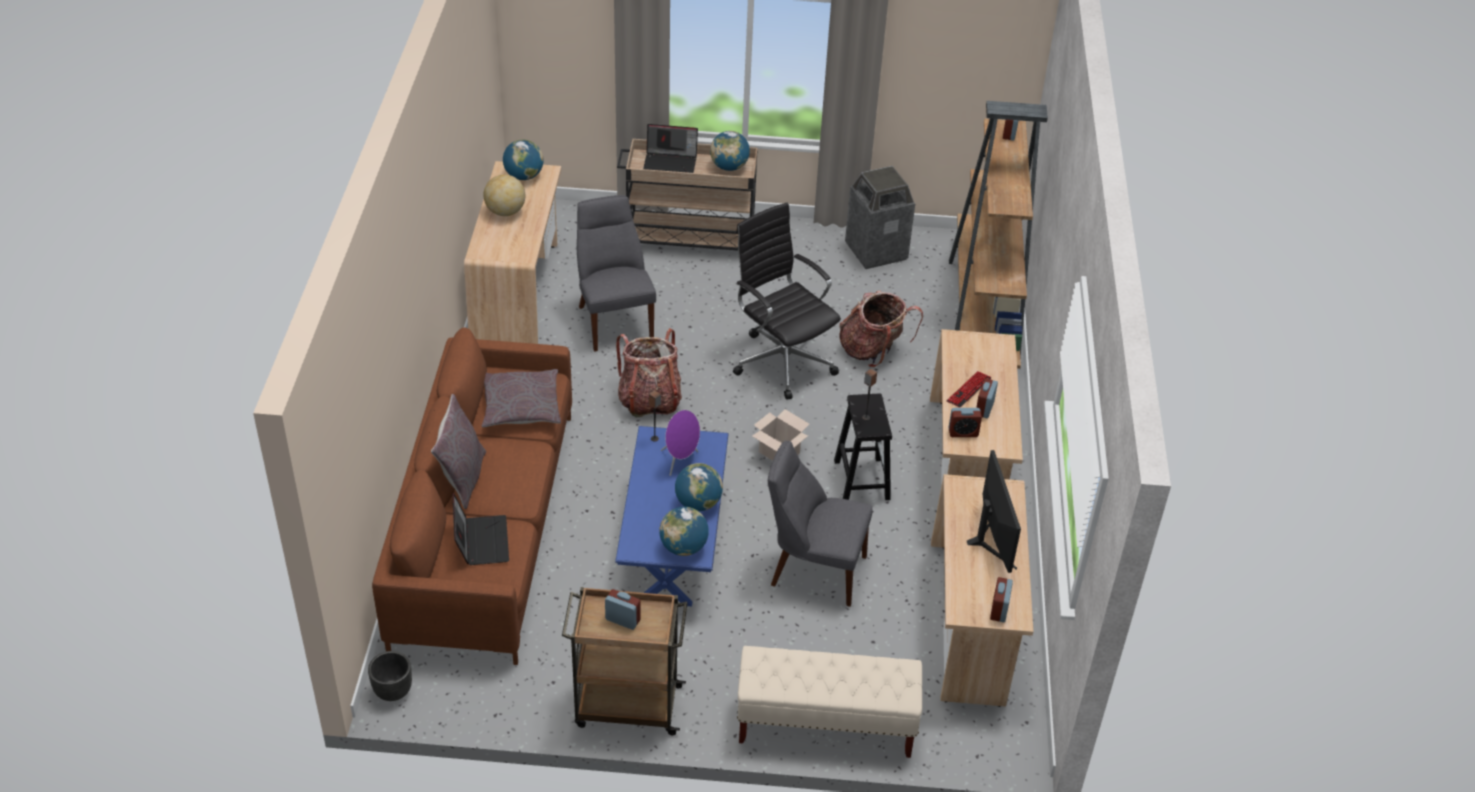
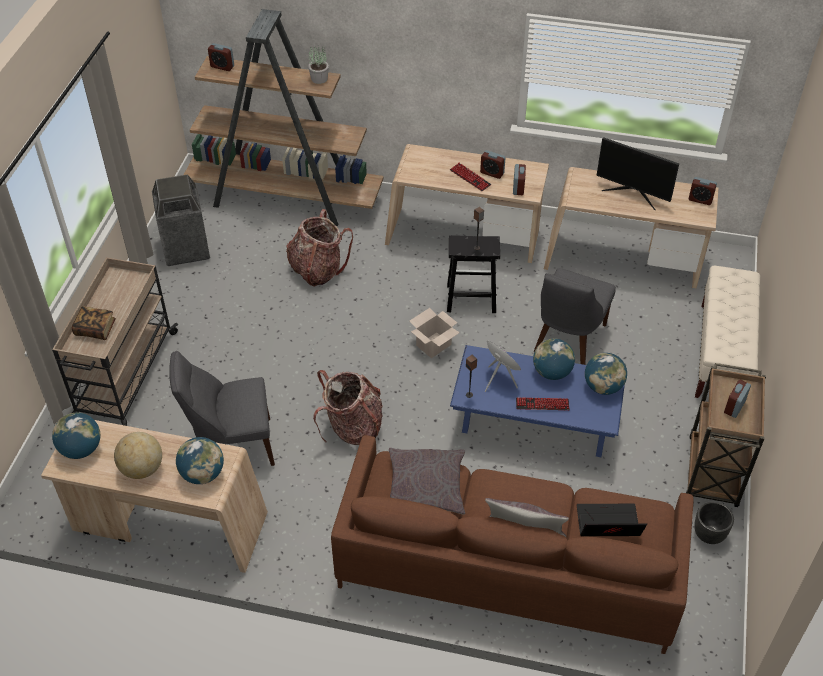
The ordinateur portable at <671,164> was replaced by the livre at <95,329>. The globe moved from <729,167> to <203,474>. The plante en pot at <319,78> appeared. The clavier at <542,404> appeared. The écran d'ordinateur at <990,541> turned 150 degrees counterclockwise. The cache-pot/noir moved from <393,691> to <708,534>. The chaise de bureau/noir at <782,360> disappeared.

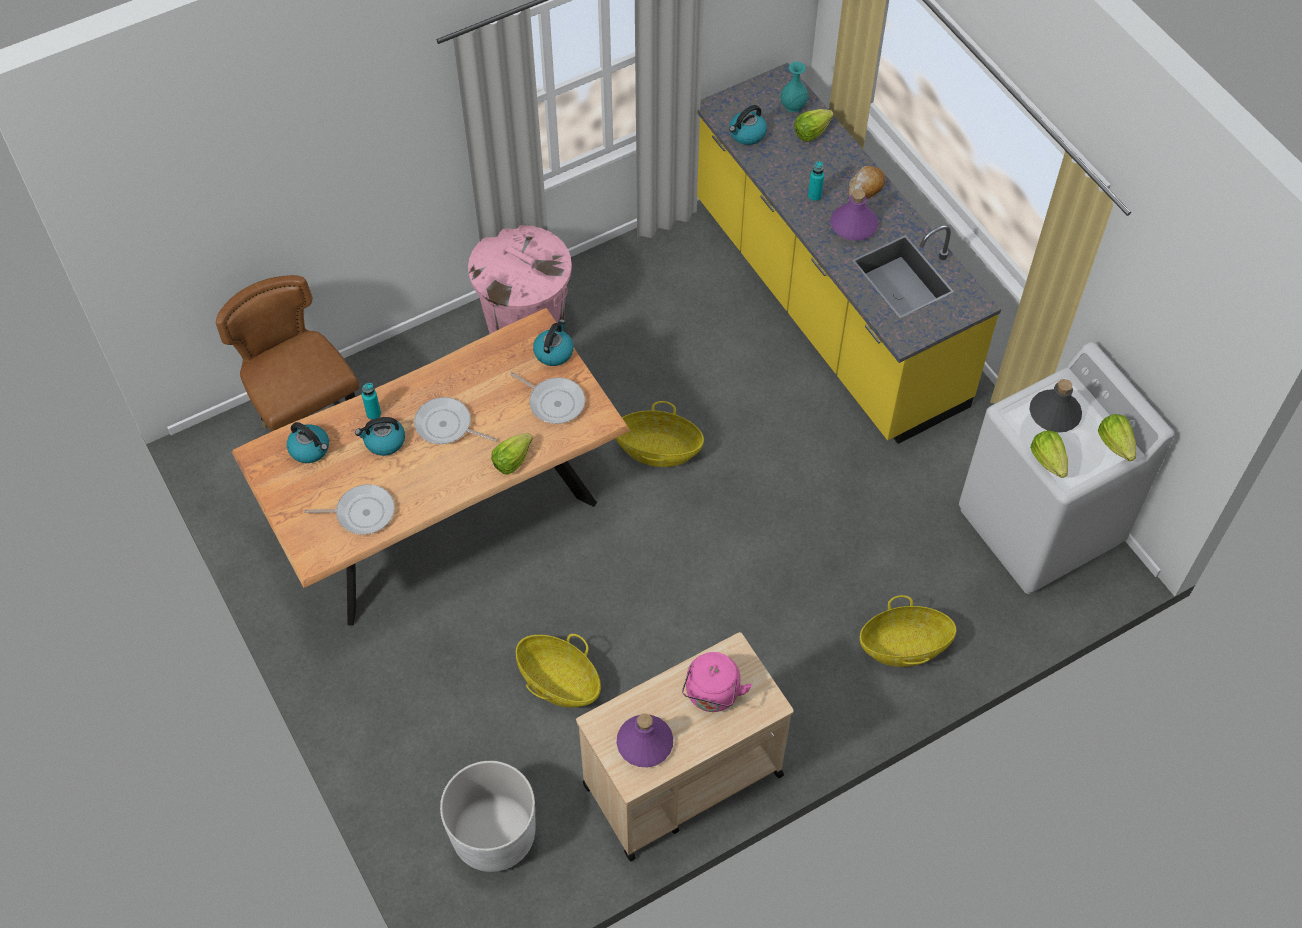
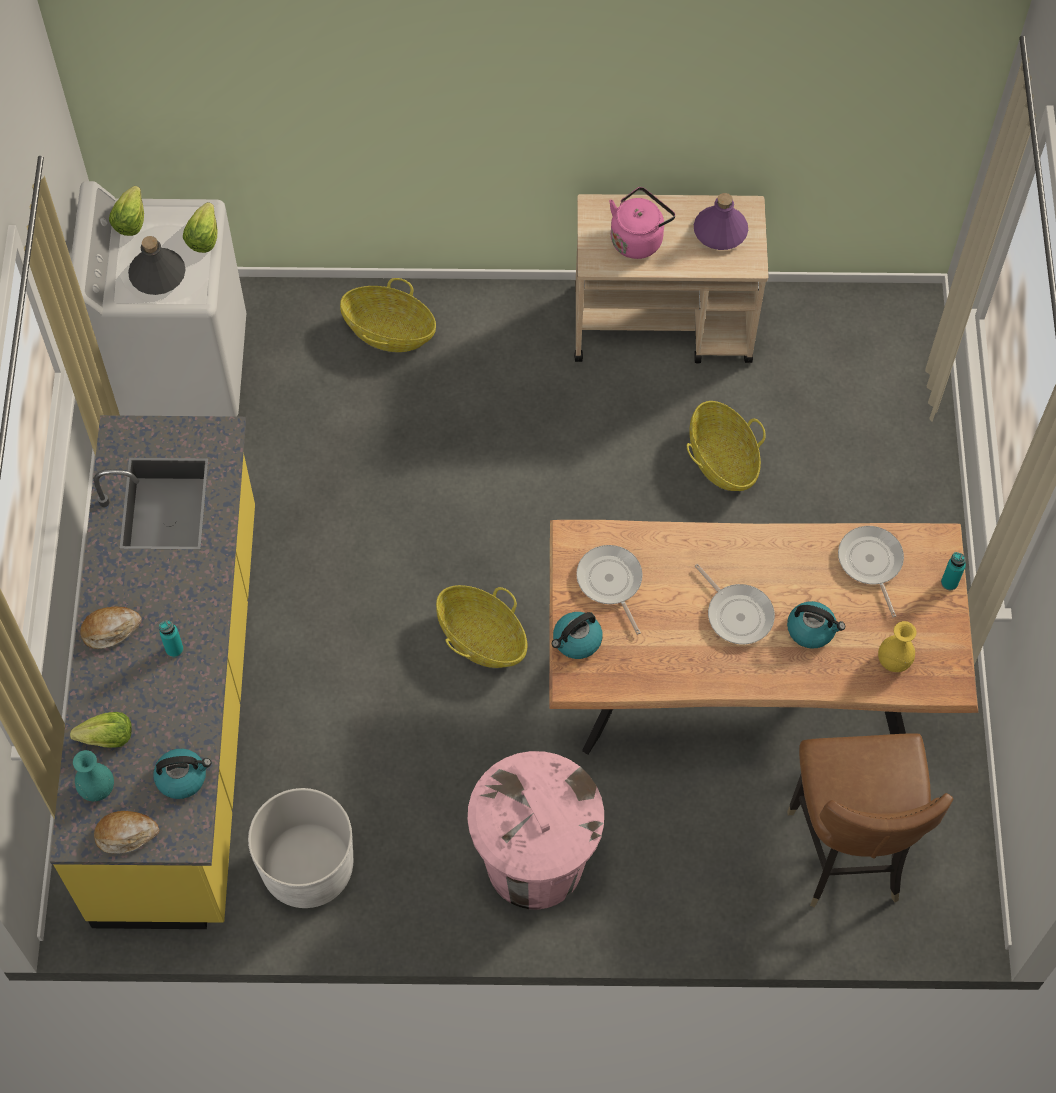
The pain at <126,834> appeared. The cache-pot/blanc moved from <494,834> to <308,867>. The poêle at <362,512> turned 45 degrees clockwise. The bouilloire at <310,449> was replaced by the vase/jaune at <893,661>. The bouteille/turquoise moved from <373,414> to <949,582>. The laitue at <512,460> disappeared. The bouteille/violet at <854,225> disappeared.

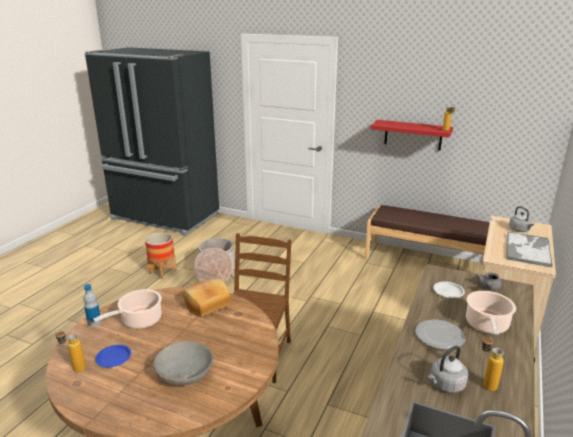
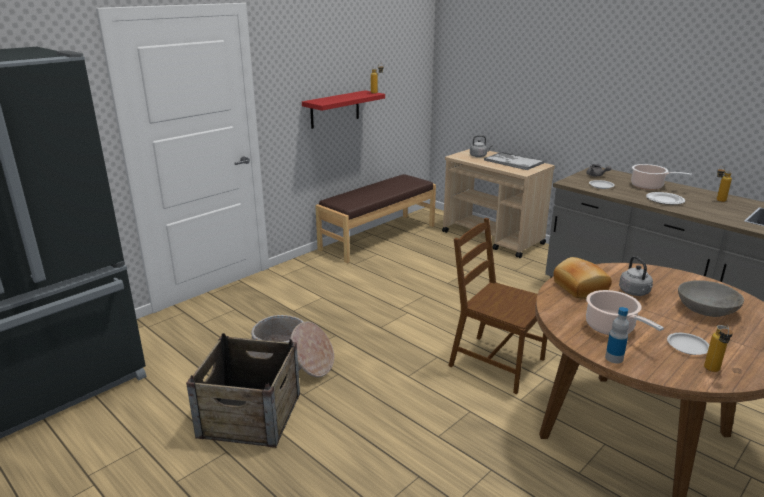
The cache-pot at <163,272> was replaced by the caisse at <250,414>. The bouilloire/gris moved from <445,385> to <635,292>. The assiette/bleu at <114,358> became the assiette/blanc at <687,346>.

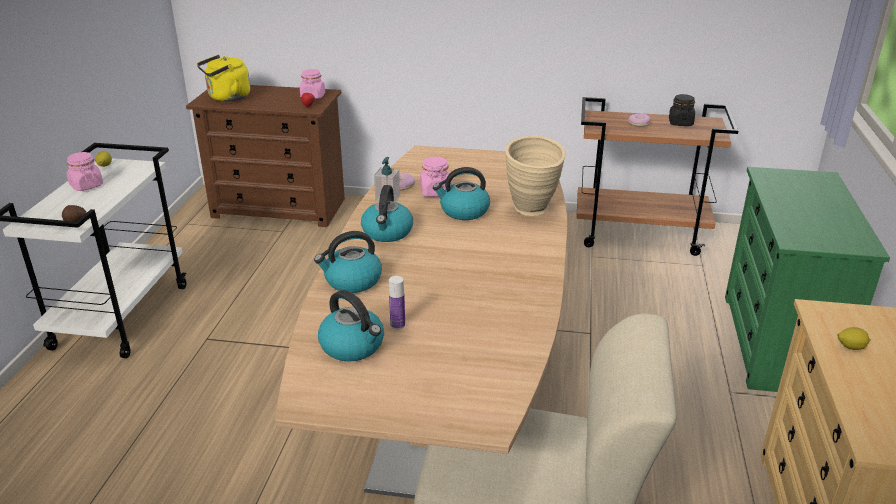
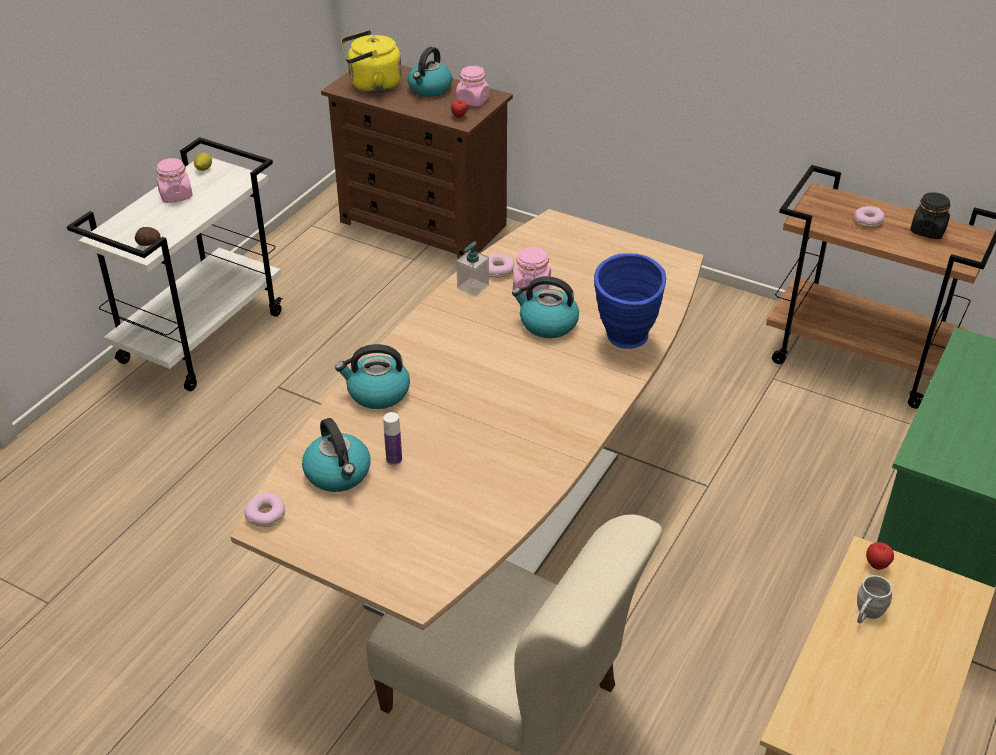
The beignet at <266,515> appeared. The bouilloire moved from <387,233> to <430,89>. The vase/beige at <532,212> became the vase/bleu at <625,342>. The citron at <850,347> was replaced by the mug/gris at <867,614>. The pomme at <877,565> appeared.

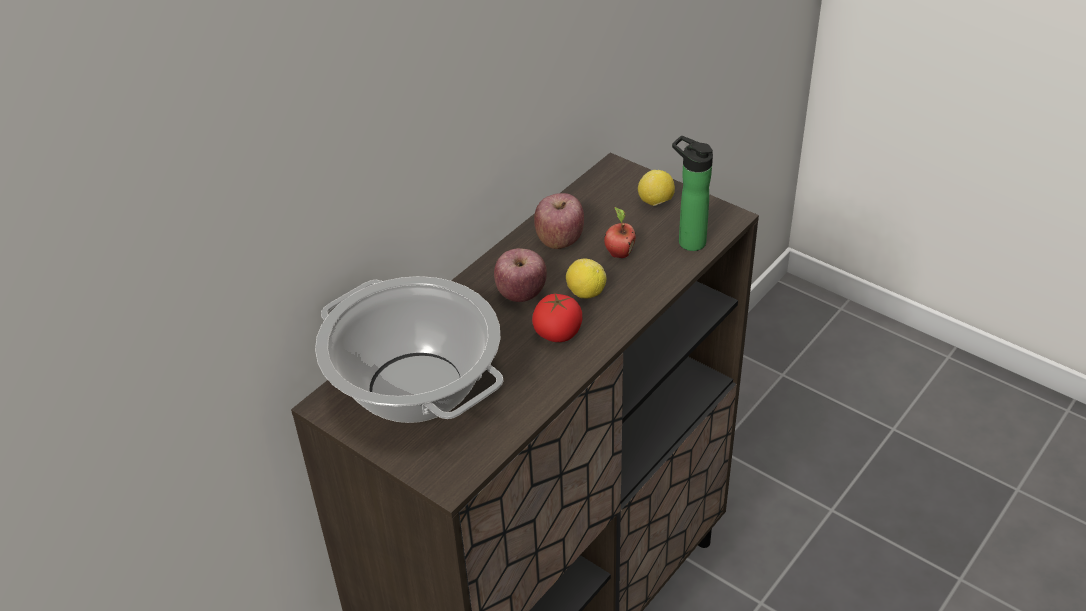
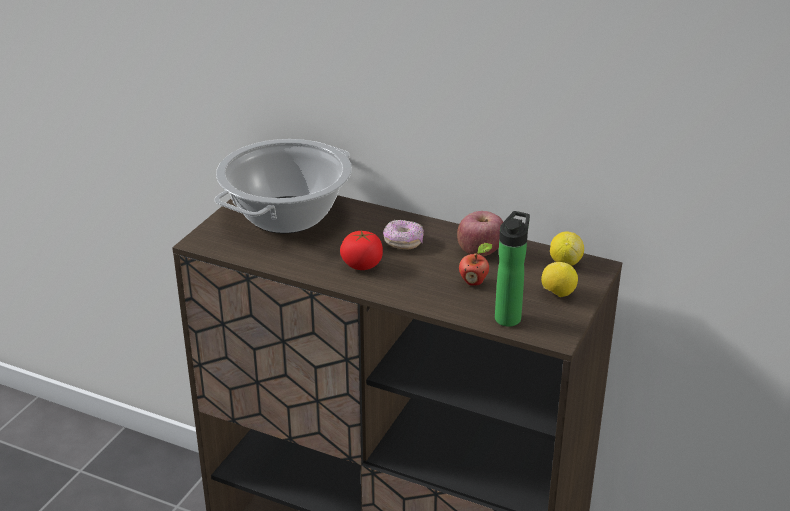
The pomme at <521,294> was replaced by the beignet at <403,243>. The citron moved from <585,293> to <565,262>.

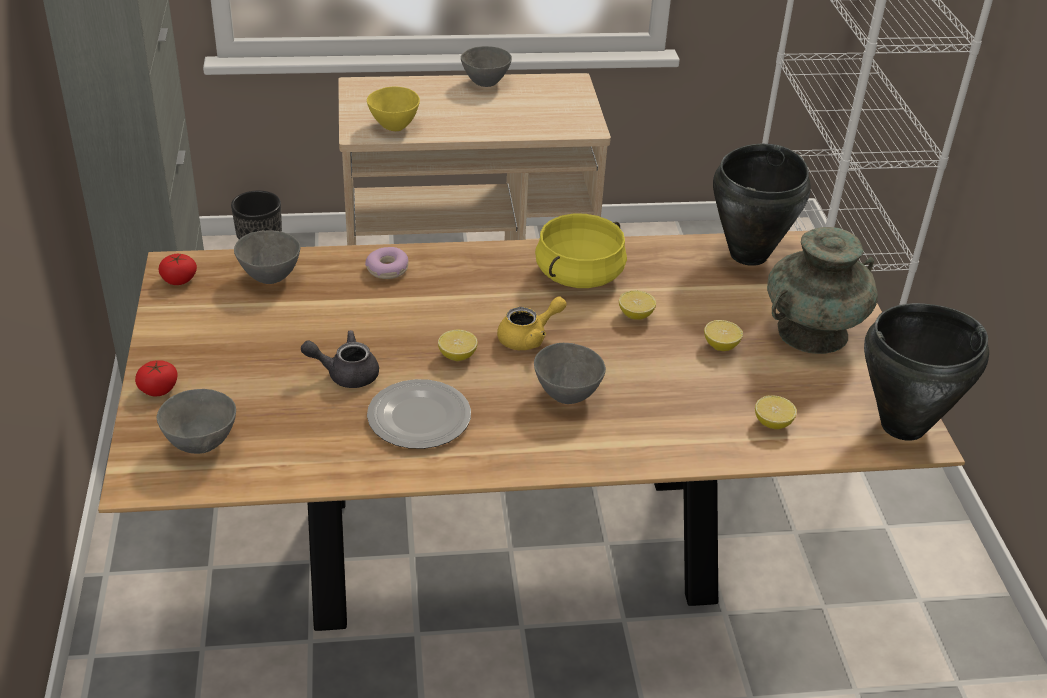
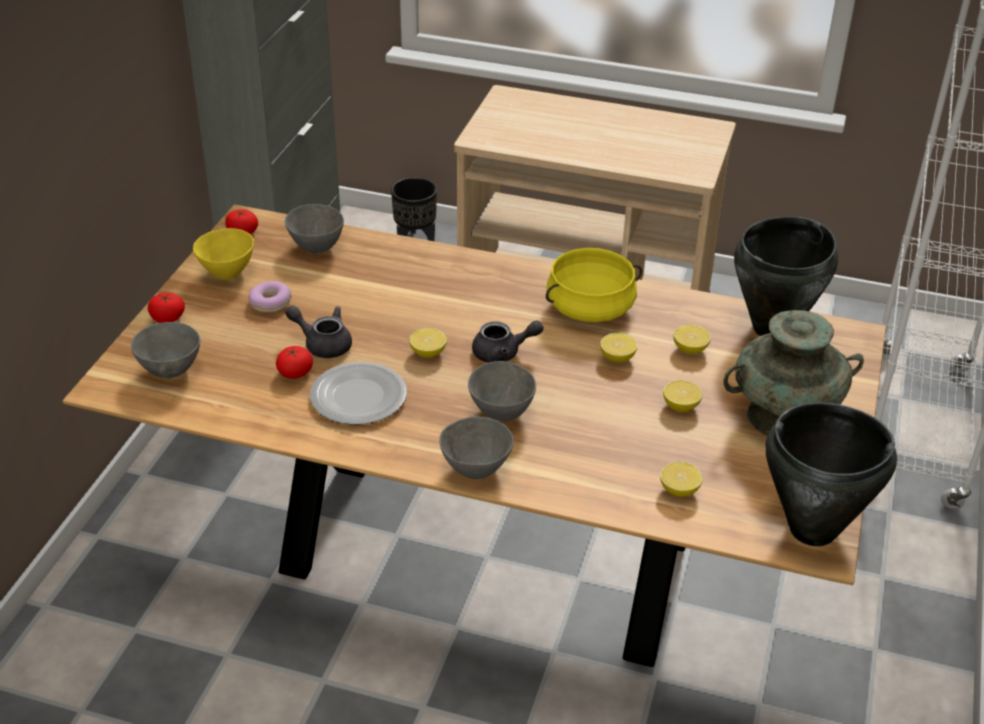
The bol/jaune moved from <393,126> to <227,272>. The beignet moved from <387,269> to <270,303>. The tomate at <295,372> appeared. The bol/gris moved from <485,83> to <475,470>. The théière/jaune at <529,337> became the théière/gris at <503,353>. The citron at <690,349> appeared.

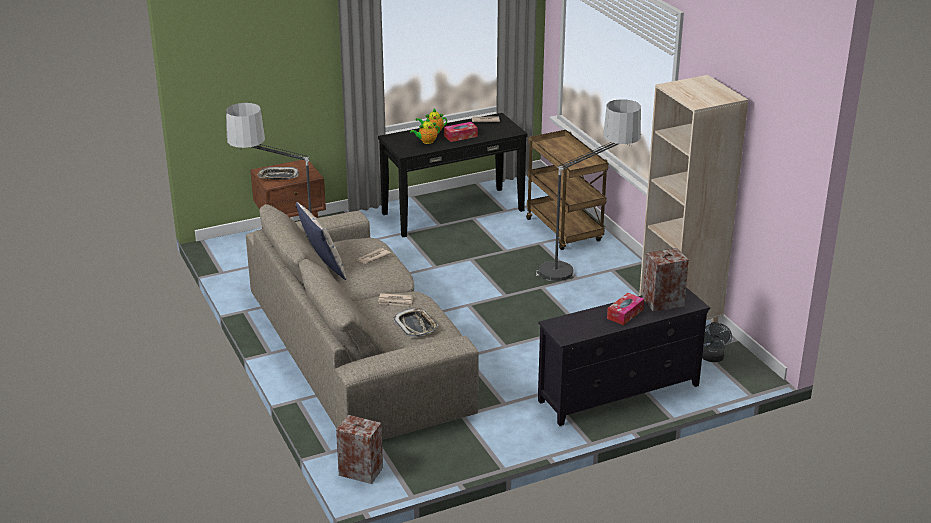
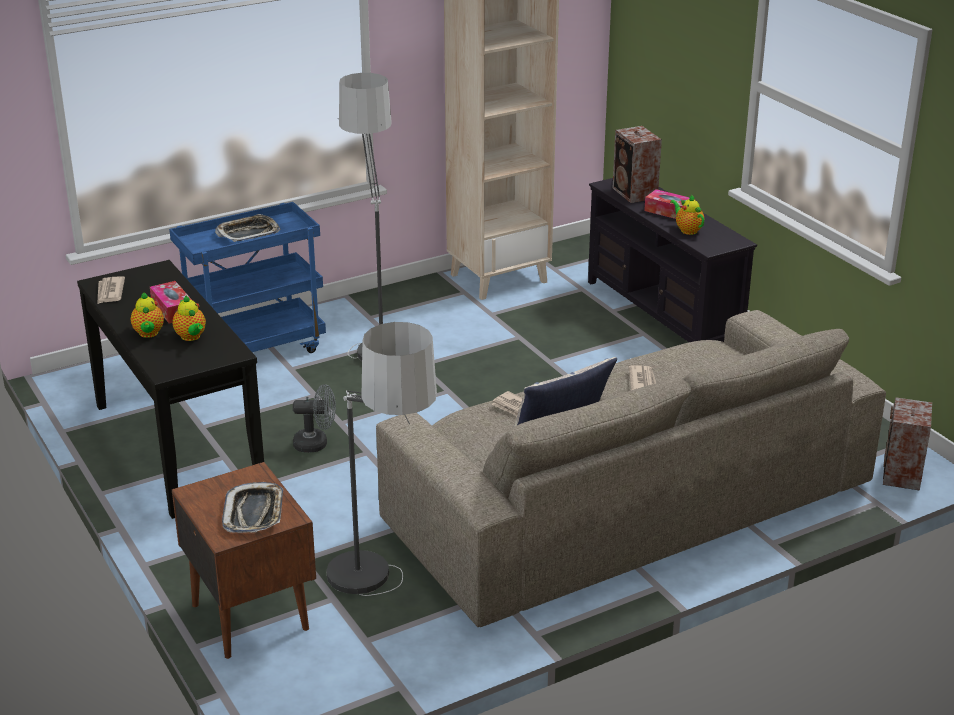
The chariot/marron at <565,231> became the chariot/bleu at <255,350>. The plateau moved from <416,325> to <248,233>. The ventilateur/gris moved from <712,358> to <316,444>. The théière at <687,230> appeared.

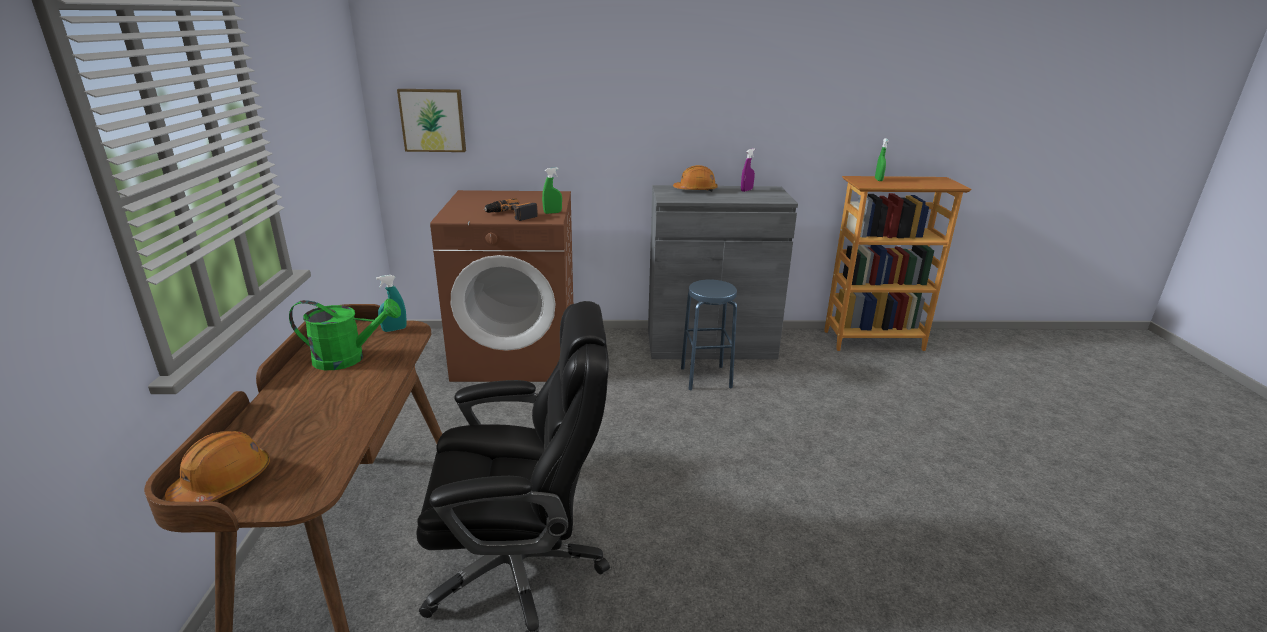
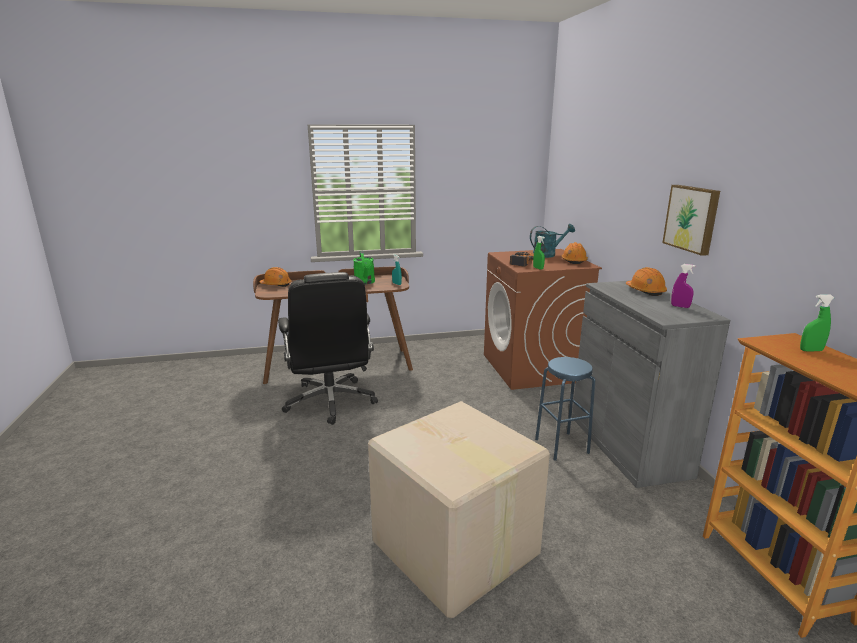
The carton at <455,550> appeared. The arrosoir/turquoise at <548,255> appeared. The casque de chantier/orange at <573,261> appeared. The tableau moved from <433,120> to <692,218>.

